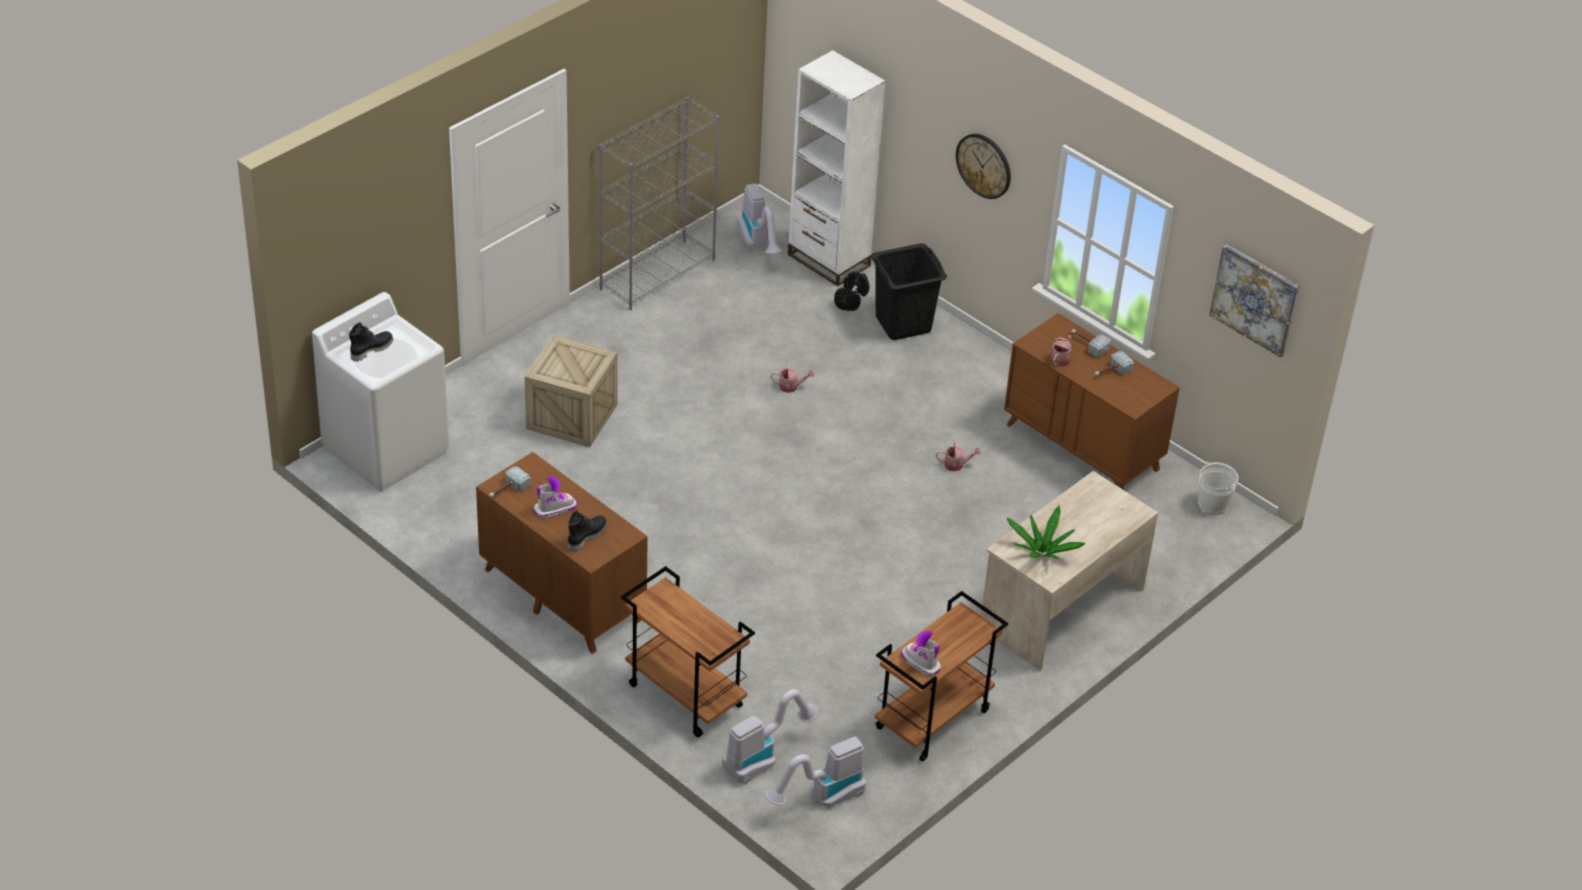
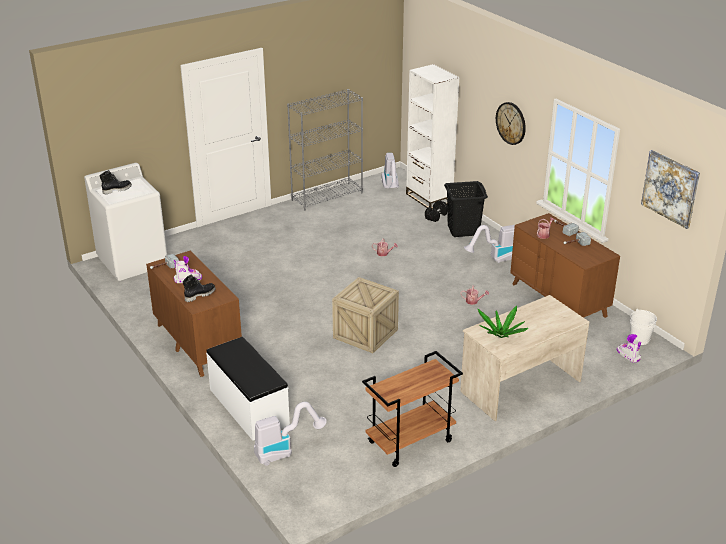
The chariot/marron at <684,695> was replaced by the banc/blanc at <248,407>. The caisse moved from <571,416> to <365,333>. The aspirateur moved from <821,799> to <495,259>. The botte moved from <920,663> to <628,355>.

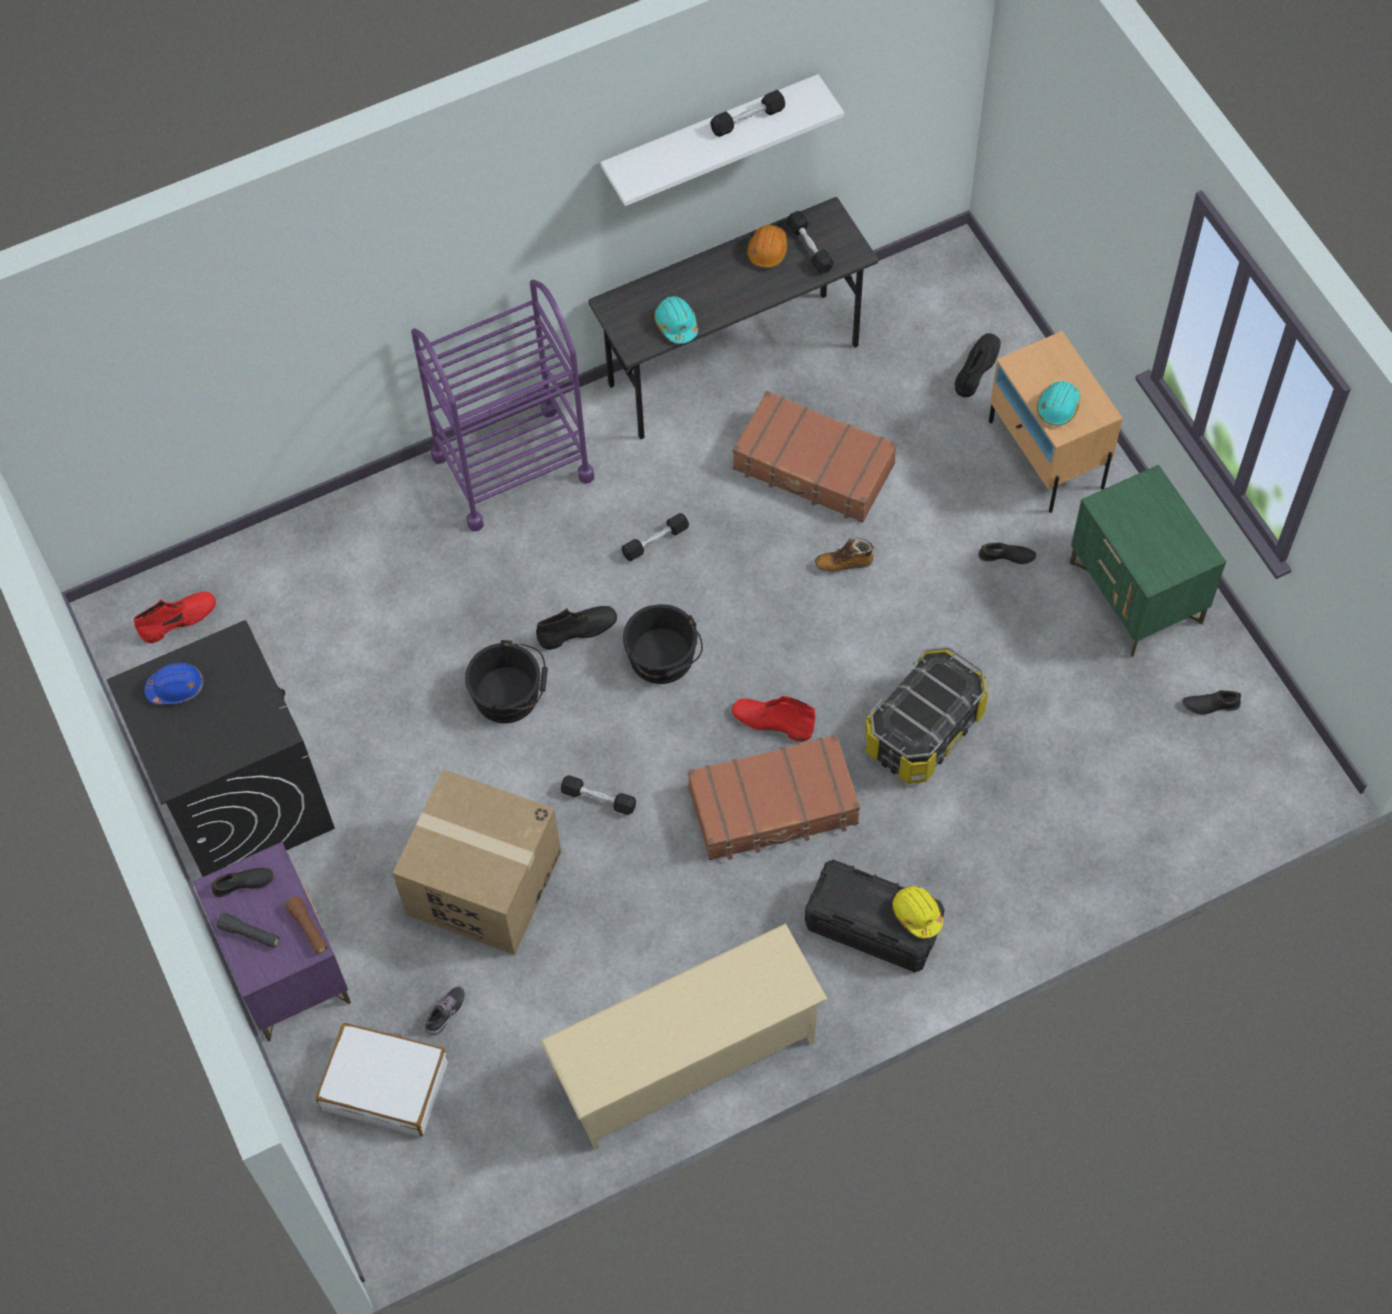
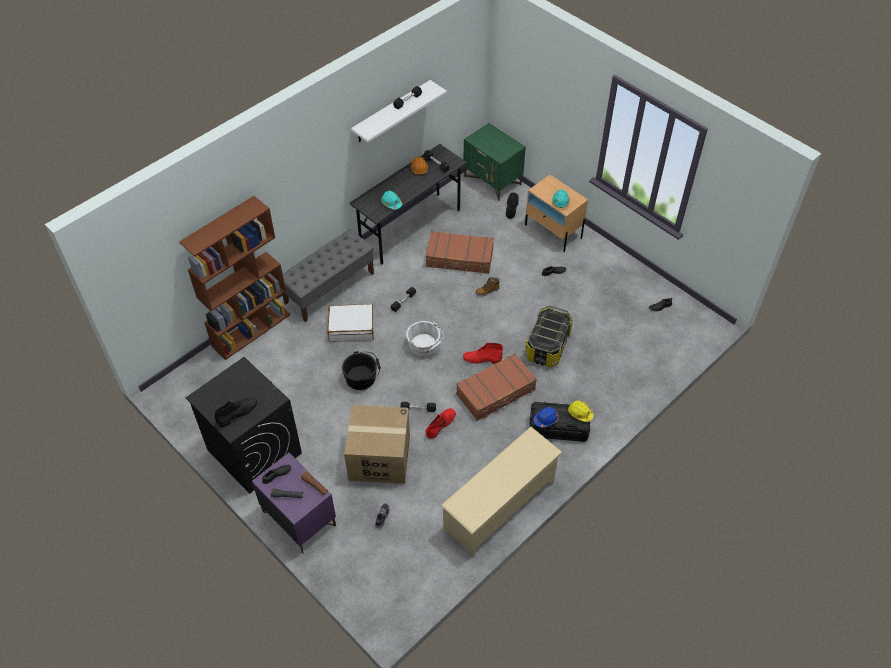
The bibliothèque/marron at <251,330> appeared. The botte/noir moved from <578,630> to <237,413>. The chariot/violet at <512,467> was replaced by the banc/gris at <329,288>. The valise/blanc moved from <385,1085> to <351,327>. The seau/noir at <663,659> became the seau/blanc at <425,346>. The botte/rouge moved from <179,619> to <441,424>. The table de chevet/vert moved from <1136,593> to <493,180>. The casque de chantier/bleu moved from <176,688> to <546,419>.

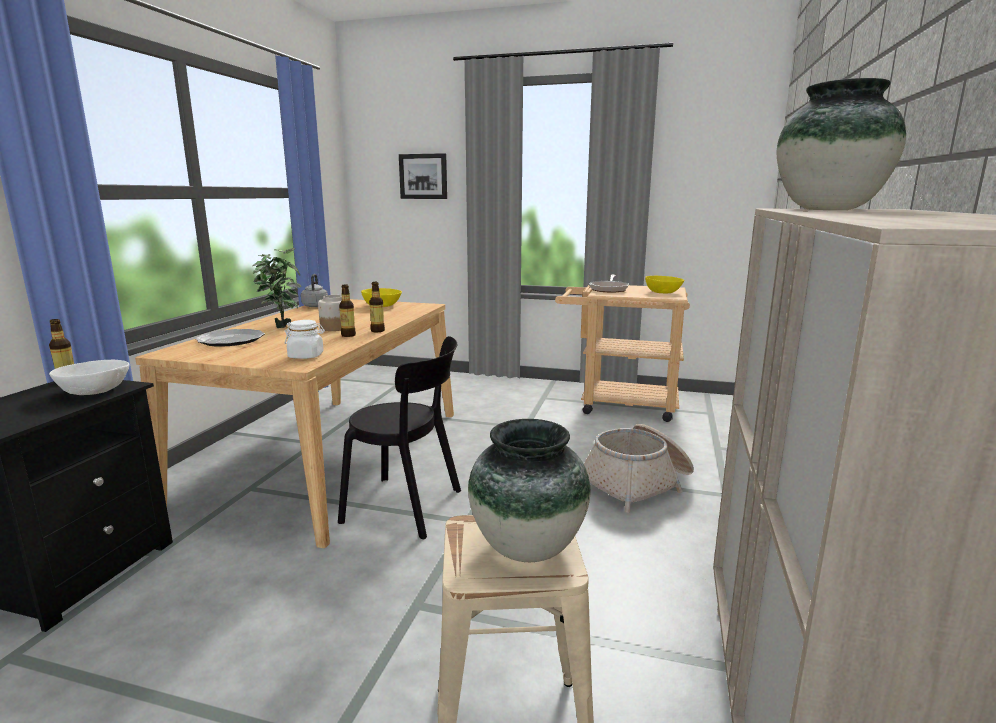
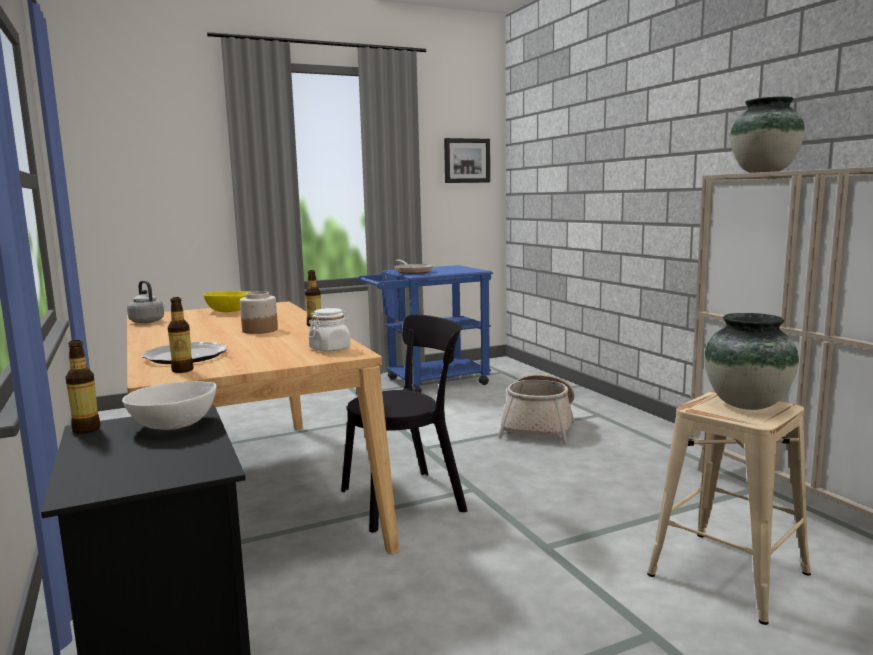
The bouteille moved from <348,335> to <182,370>. The chariot/beige at <618,404> became the chariot/bleu at <428,382>. The tableau moved from <423,176> to <466,160>. The plante en pot at <281,326> disappeared. The bol/jaune at <663,292> disappeared.

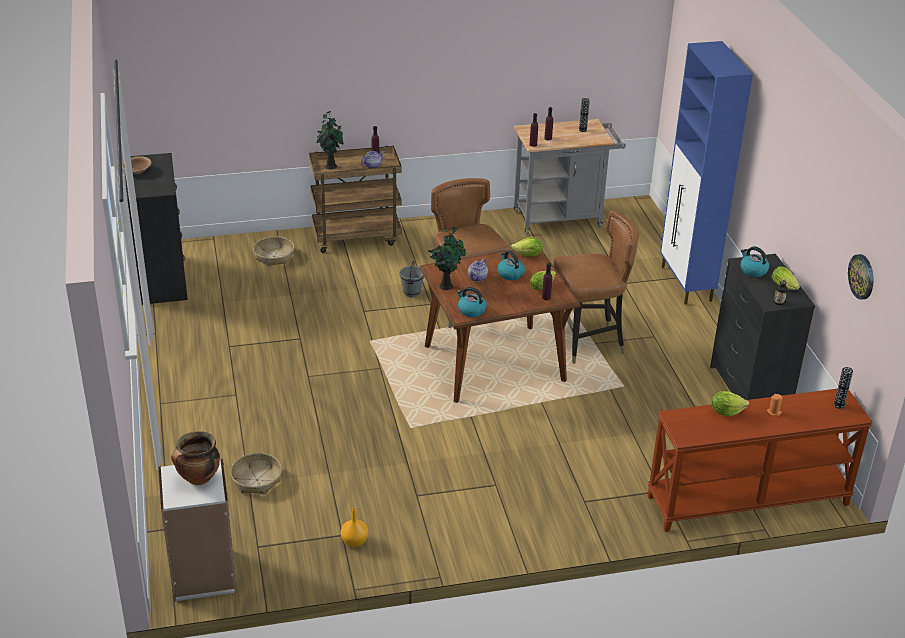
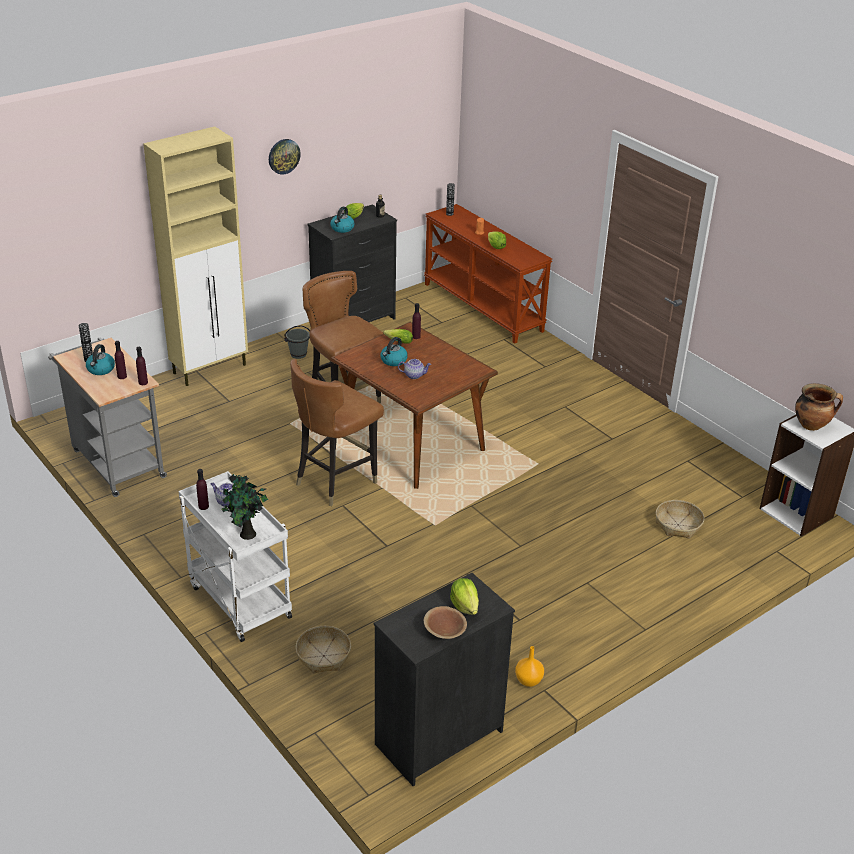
The bouilloire moved from <471,310> to <101,369>. The meuble de rangement/bleu at <686,284> became the meuble de rangement/beige at <210,369>. The chariot/marron at <357,237> became the chariot/blanc at <238,601>. The horloge murale moved from <862,276> to <283,156>. The seau/gris moved from <412,293> to <298,354>. The laitue moved from <528,255> to <465,605>. The vase/orange moved from <355,541> to <528,680>. The plante en pot at <446,285> disappeared.

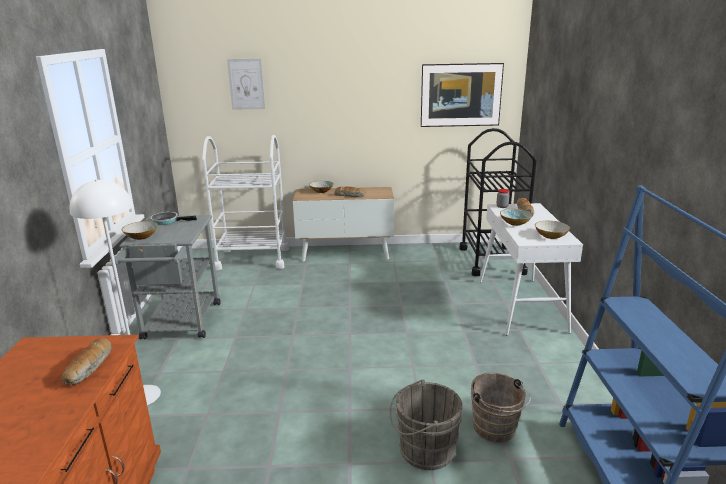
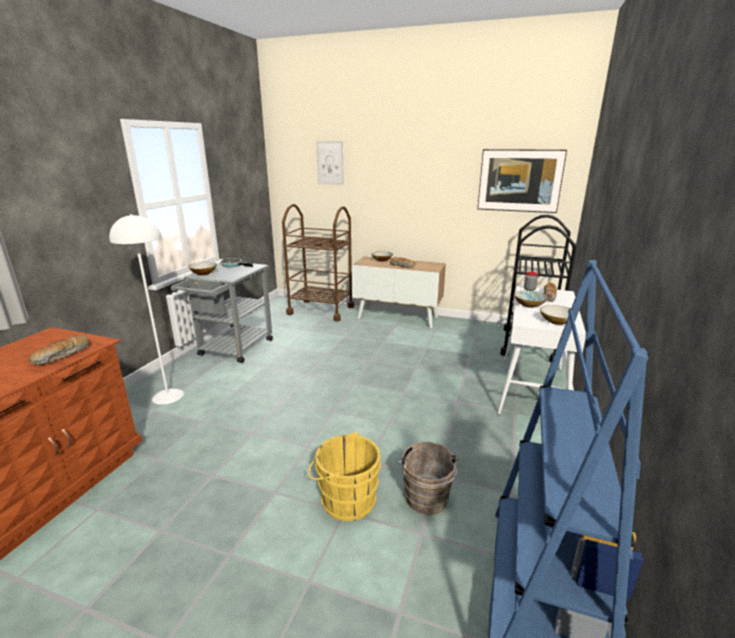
The chariot/blanc at <252,258> became the chariot/marron at <321,310>. The seau/gris at <423,450> became the seau/jaune at <345,500>.

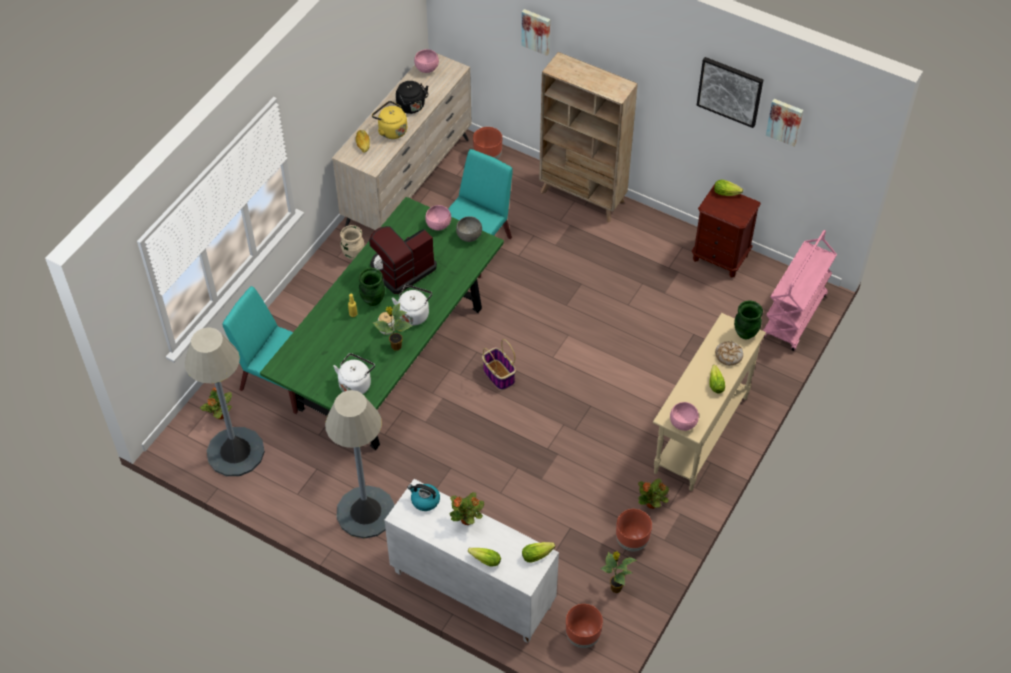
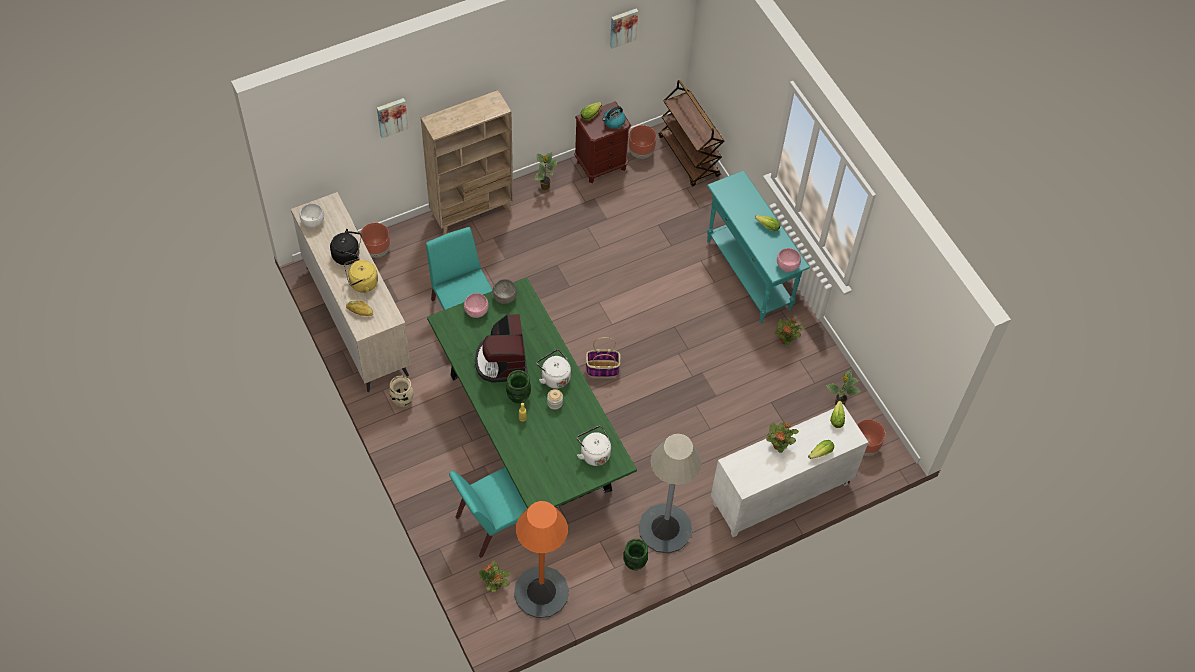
The bol/rose at <427,68> became the bol/blanc at <313,221>. The lampadaire/gris at <235,452> became the lampadaire/orange at <541,592>. The plante en pot moved from <395,346> to <545,187>. The bouilloire moved from <425,500> to <613,122>. The vase/vert moved from <745,333> to <634,563>. The cache-pot/marron moved from <631,541> to <641,153>. The chariot/rose at <794,317> became the chariot/marron at <689,157>. The table console/beige at <700,435> became the table console/turquoise at <748,275>. The tableau at <730,91> disappeared. The pain at <728,355> disappeared.

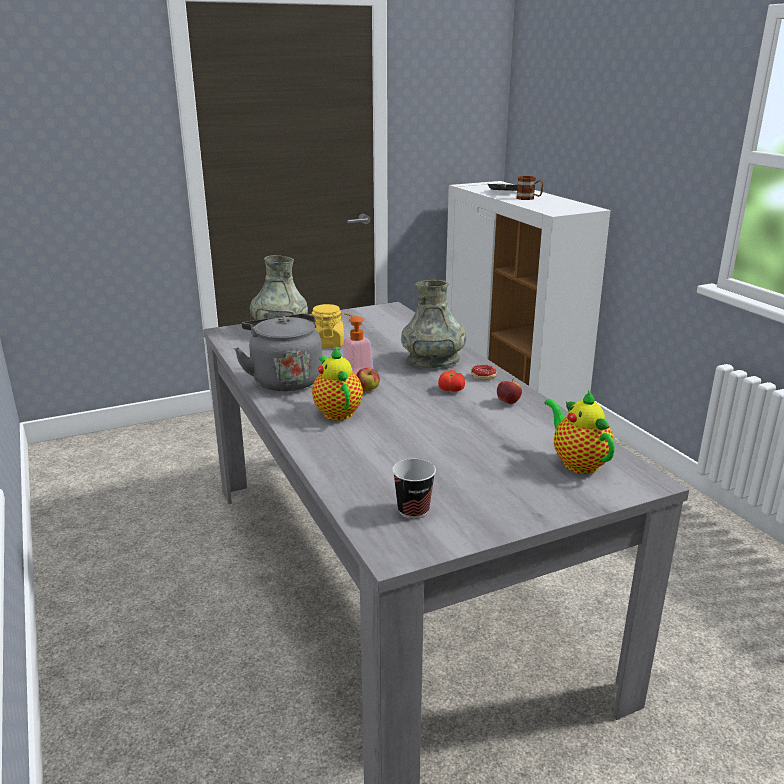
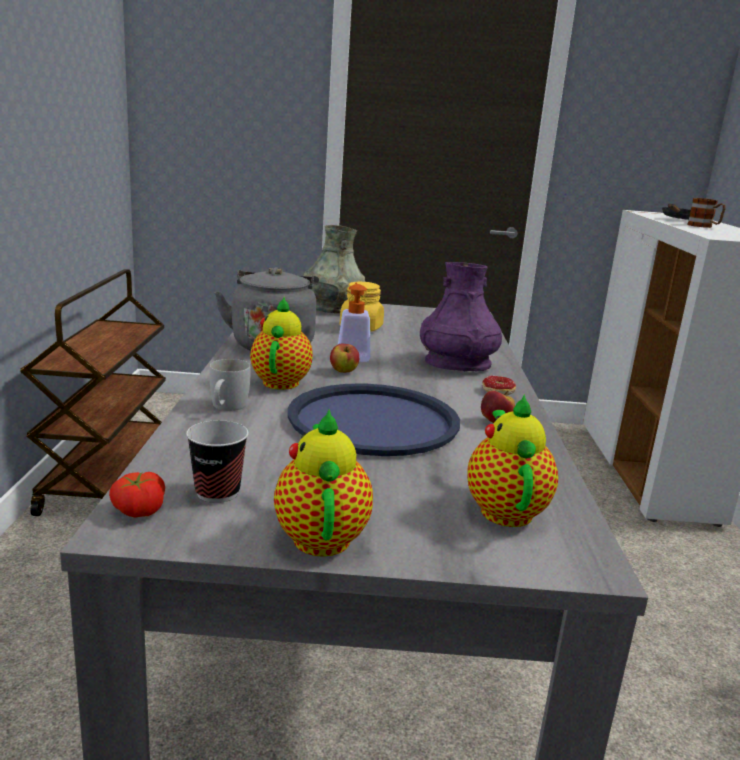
The chariot/marron at <106,475> appeared. The tomate moved from <450,390> to <137,510>. The mug/blanc at <226,407> appeared. The théière at <321,535> appeared. The plateau/bleu at <373,421> appeared. The vase/gris at <433,360> became the vase/violet at <457,364>.

